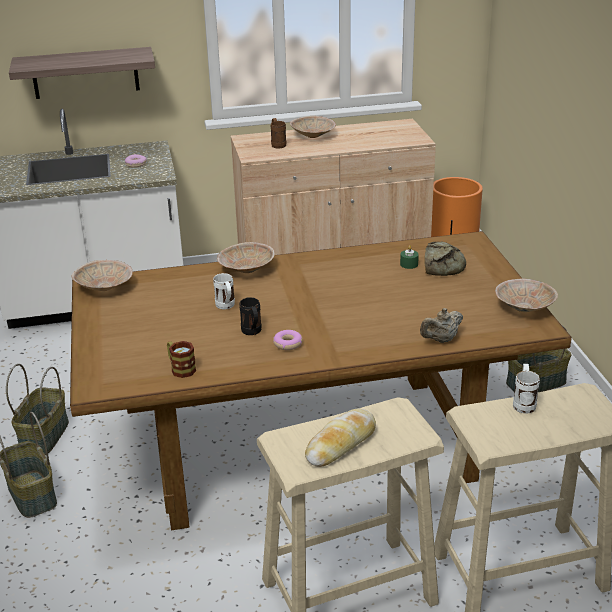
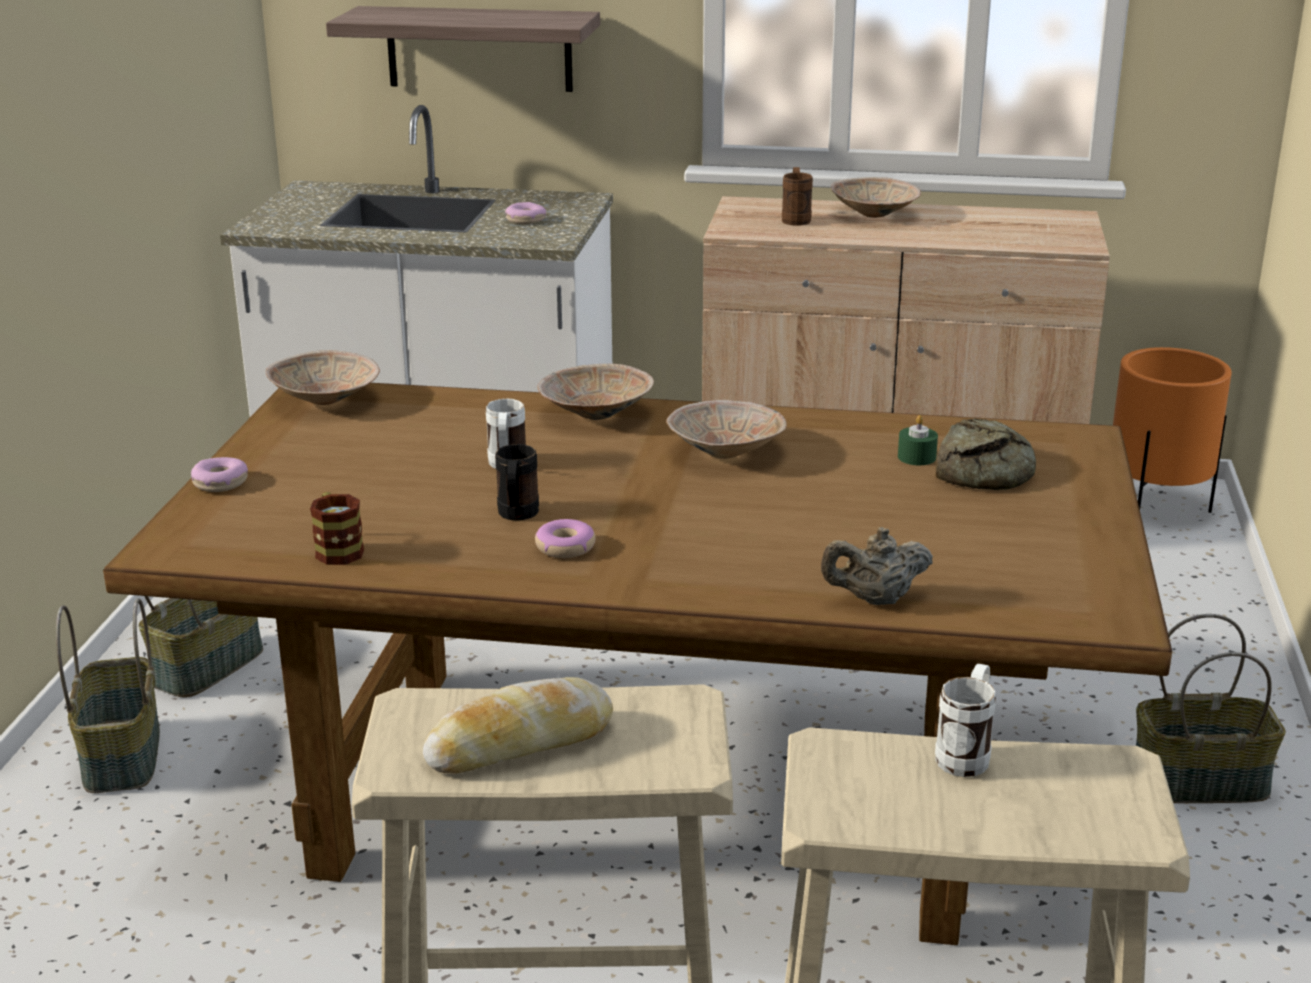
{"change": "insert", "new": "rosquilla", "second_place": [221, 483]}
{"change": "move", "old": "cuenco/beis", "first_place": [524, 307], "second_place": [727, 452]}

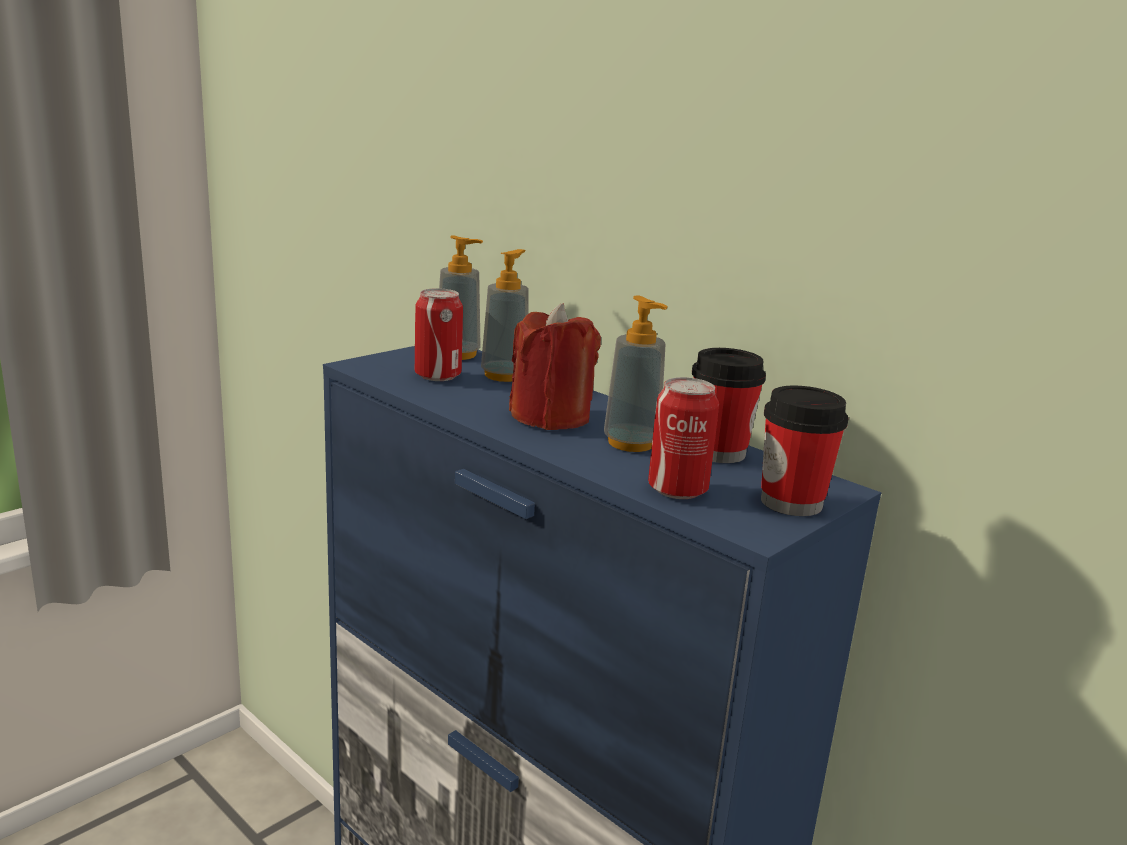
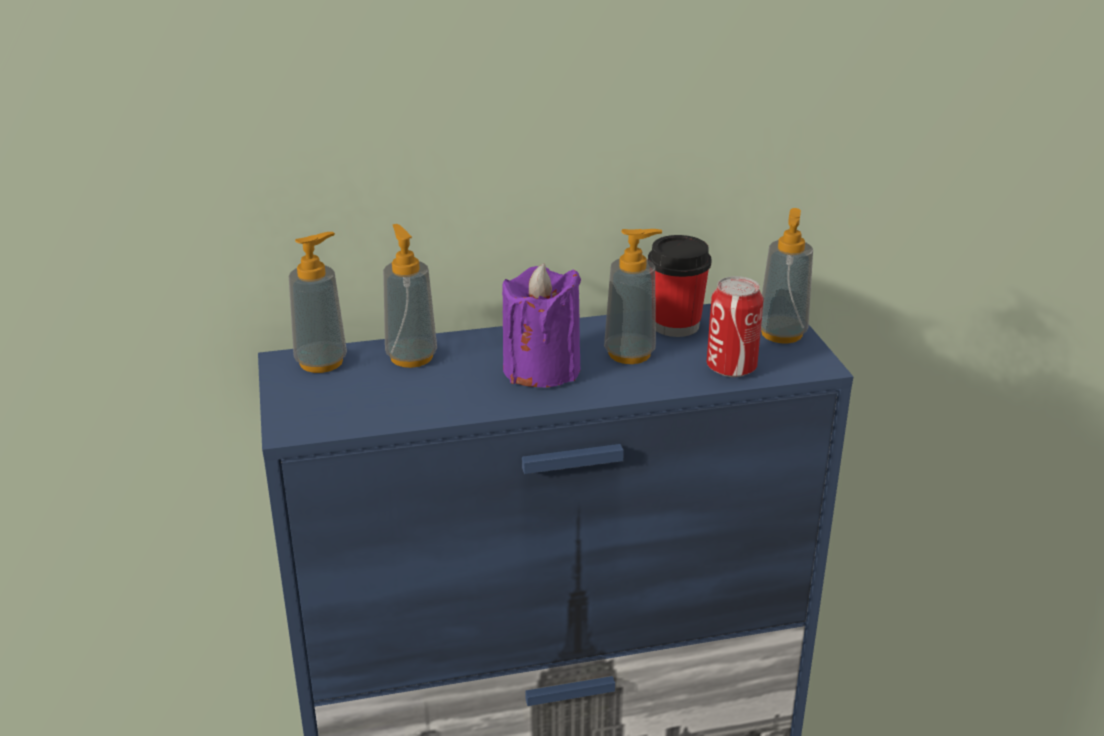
{"change": "delete", "old": "lata", "first_place": [438, 376]}
{"change": "replace", "old": "taza", "new": "dispensador de jabón", "first_place": [791, 502], "second_place": [781, 334]}
{"change": "recolor", "old": "vela/rojo", "new": "vela/morado", "first_place": [550, 417], "second_place": [541, 369]}

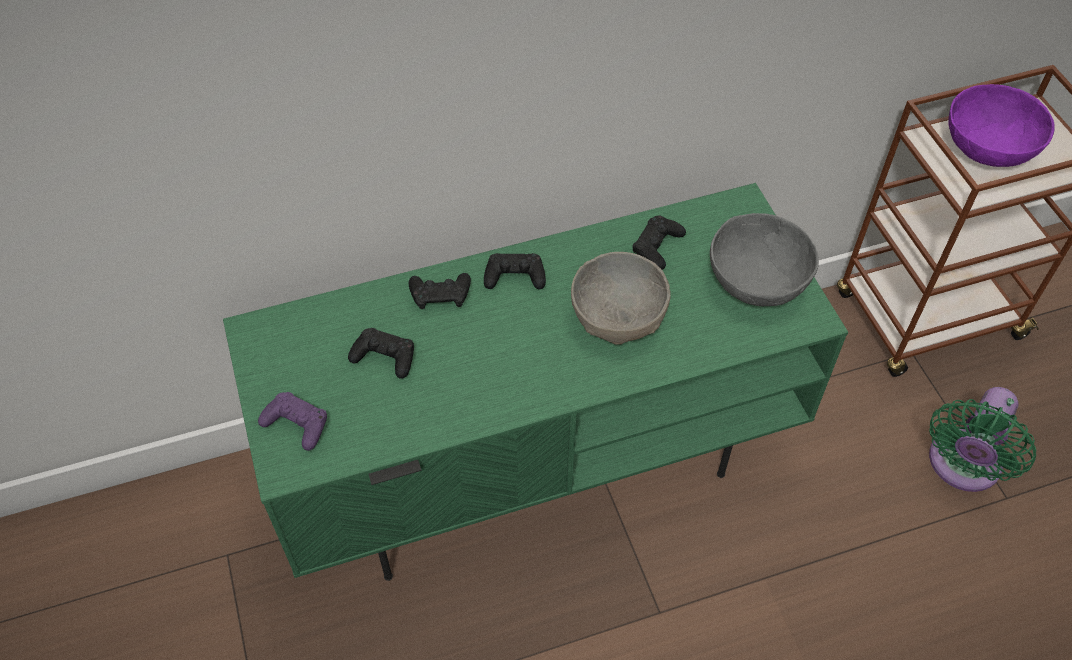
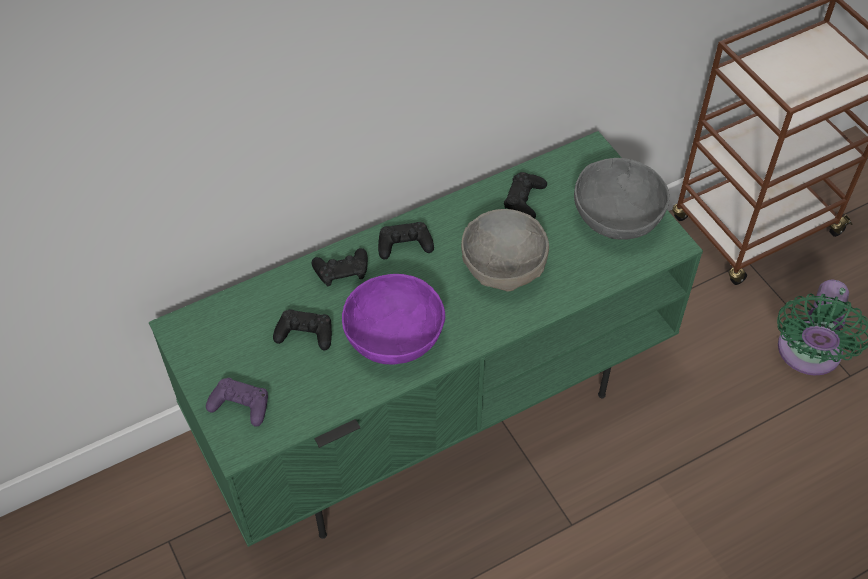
{"change": "move", "old": "cuenco/morado", "first_place": [987, 147], "second_place": [394, 337]}

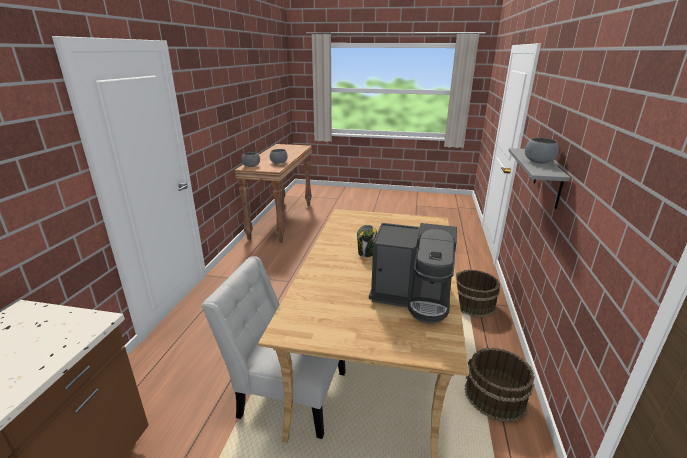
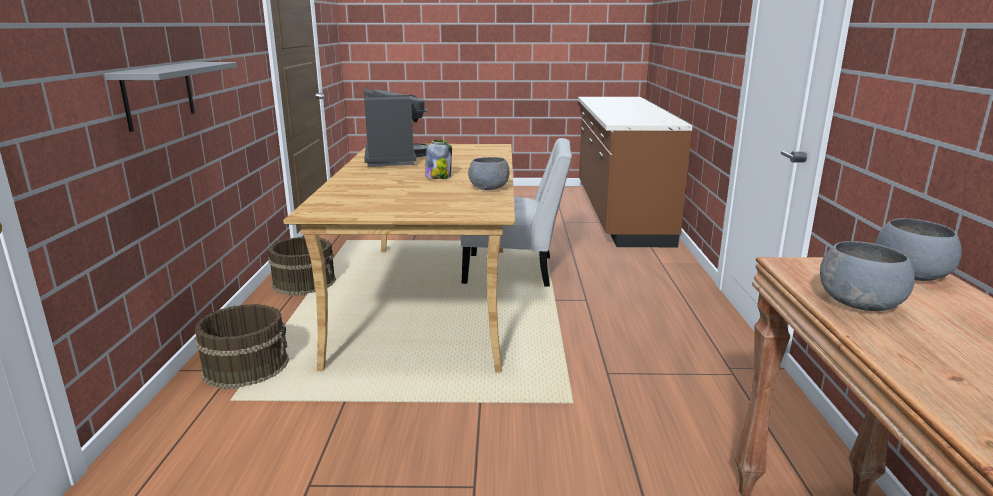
{"change": "move", "old": "cuenco/gris", "first_place": [539, 162], "second_place": [489, 188]}
{"change": "rotate", "old": "cafetera", "first_place": [412, 297], "second_place": [393, 158], "degrees": 75}

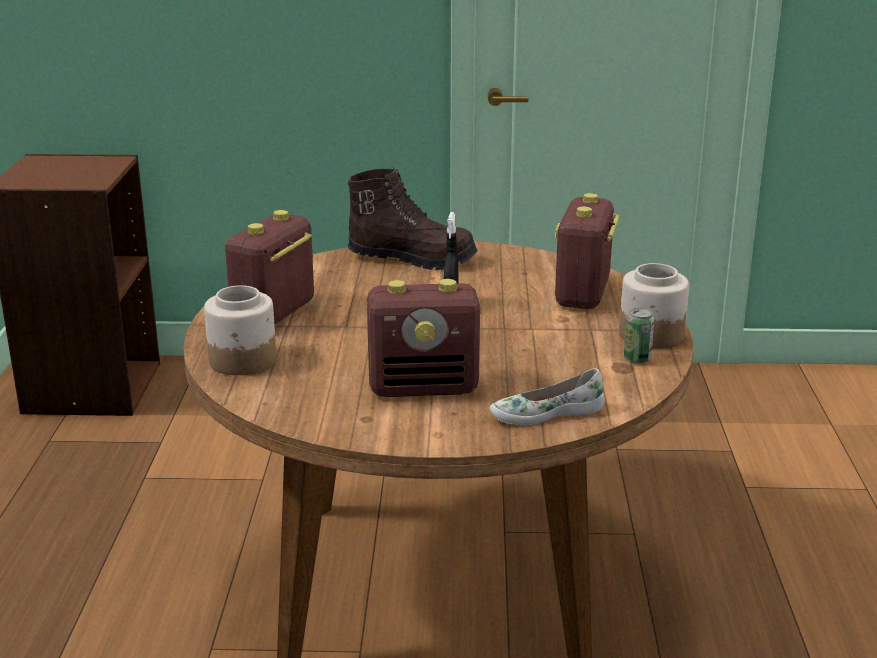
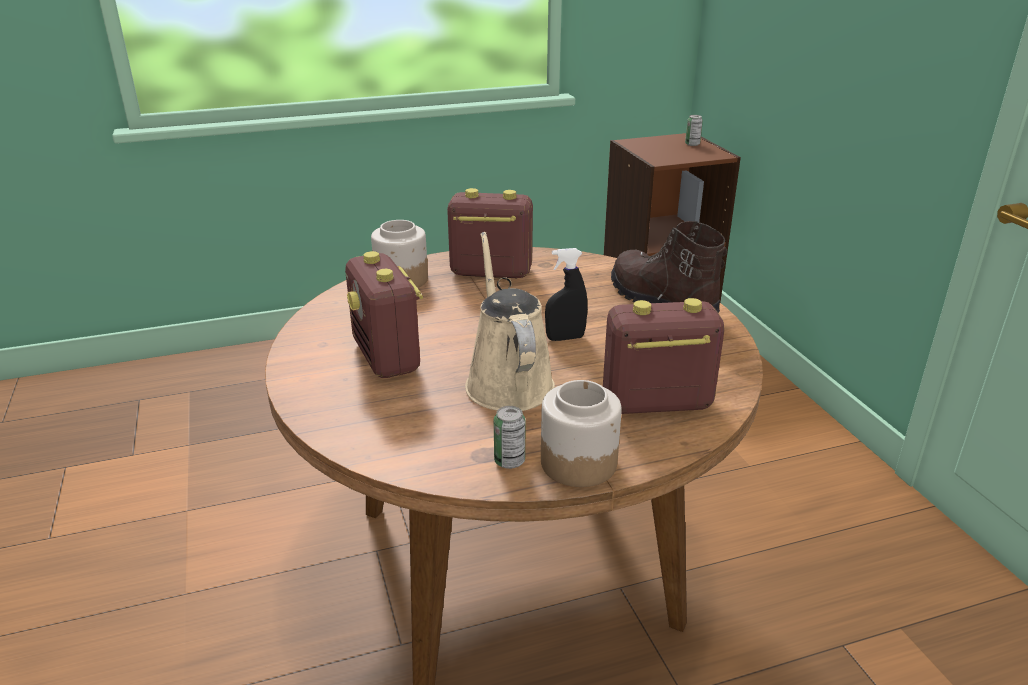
{"change": "delete", "old": "zapato/blanco", "first_place": [546, 413]}
{"change": "insert", "new": "regadera/beis", "second_place": [507, 381]}
{"change": "insert", "new": "lata", "second_place": [692, 144]}
{"change": "rotate", "old": "bota/marrón", "first_place": [412, 258], "second_place": [660, 301], "degrees": 150}

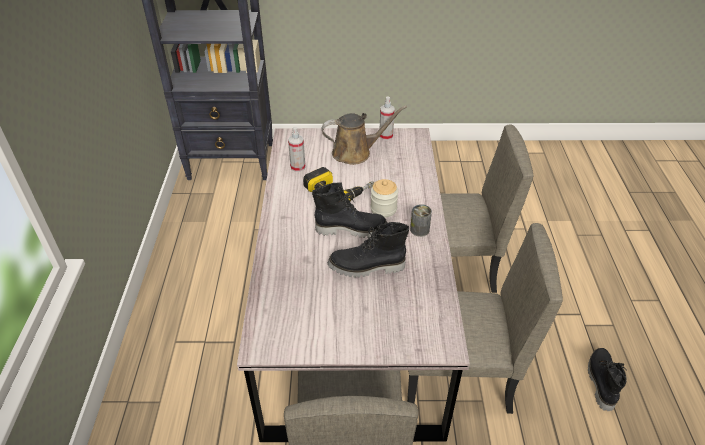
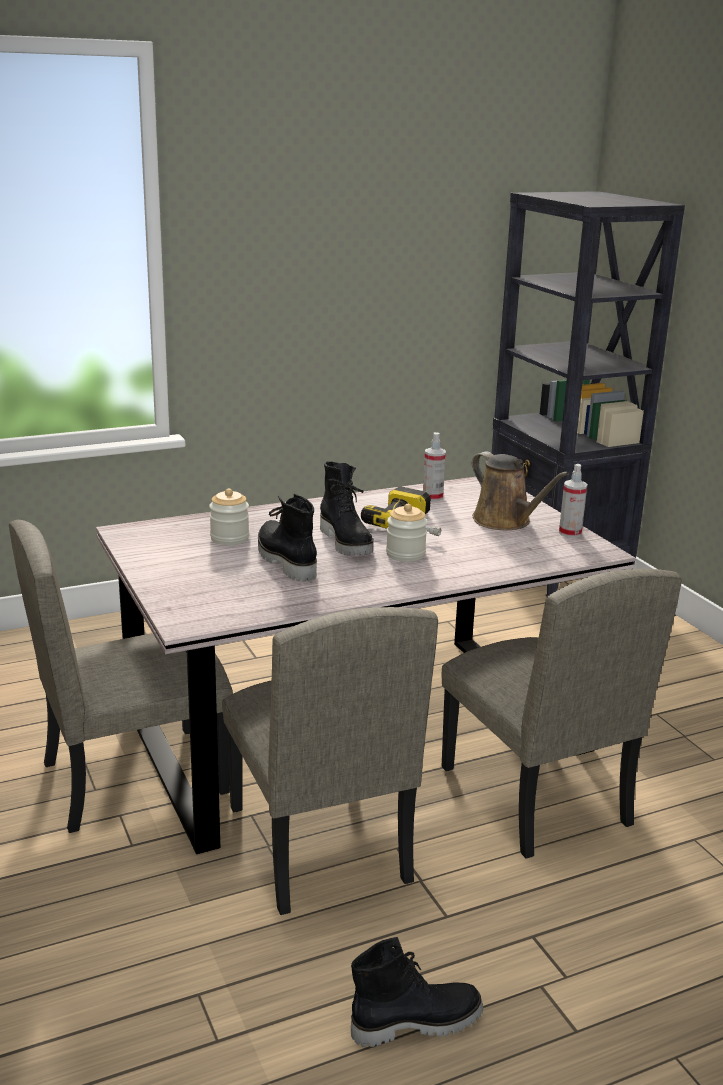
{"change": "delete", "old": "lata", "first_place": [419, 230]}
{"change": "insert", "new": "tarro", "second_place": [229, 538]}

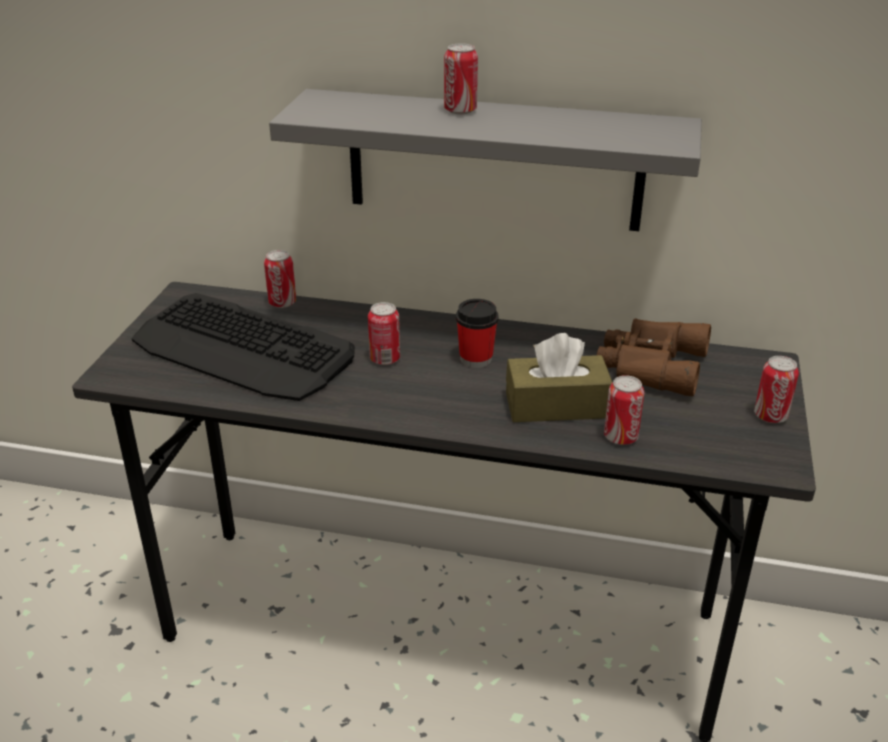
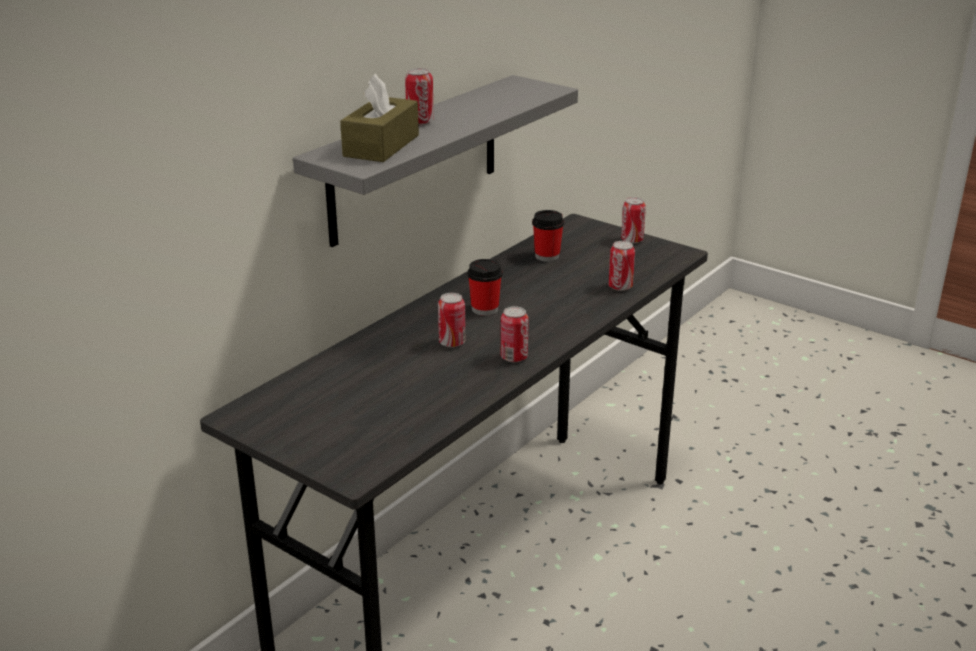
{"change": "delete", "old": "teclado", "first_place": [243, 349]}
{"change": "move", "old": "lata", "first_place": [282, 303], "second_place": [514, 357]}
{"change": "move", "old": "caja de pañuelos/marrón", "first_place": [556, 405], "second_place": [381, 146]}
{"change": "replace", "old": "prismáticos/marrón", "new": "taza", "first_place": [649, 365], "second_place": [547, 256]}

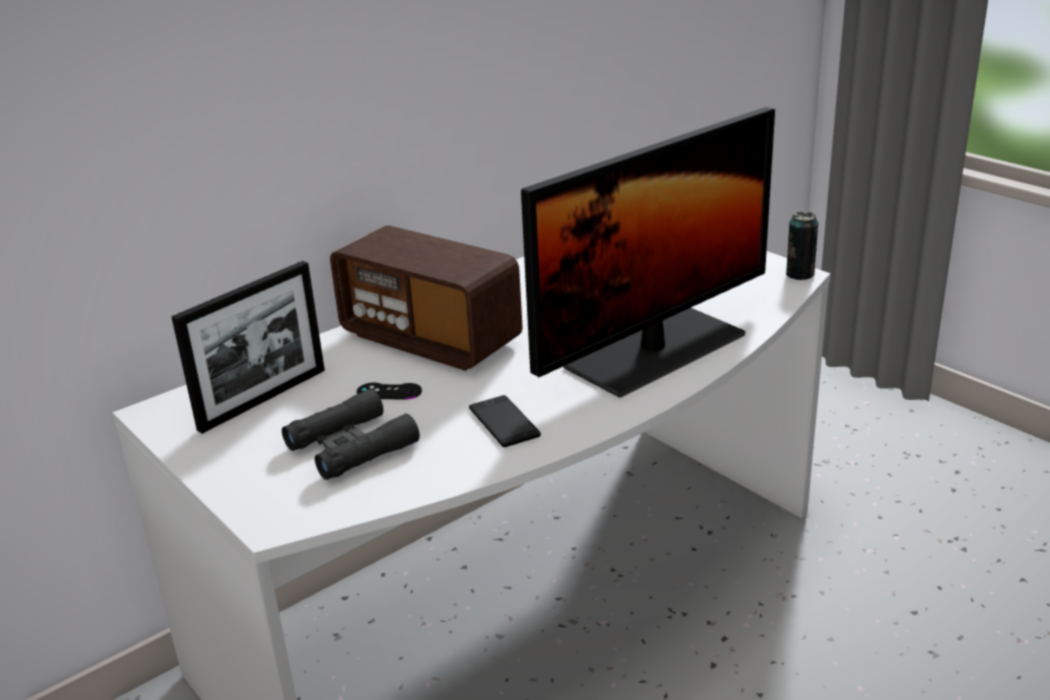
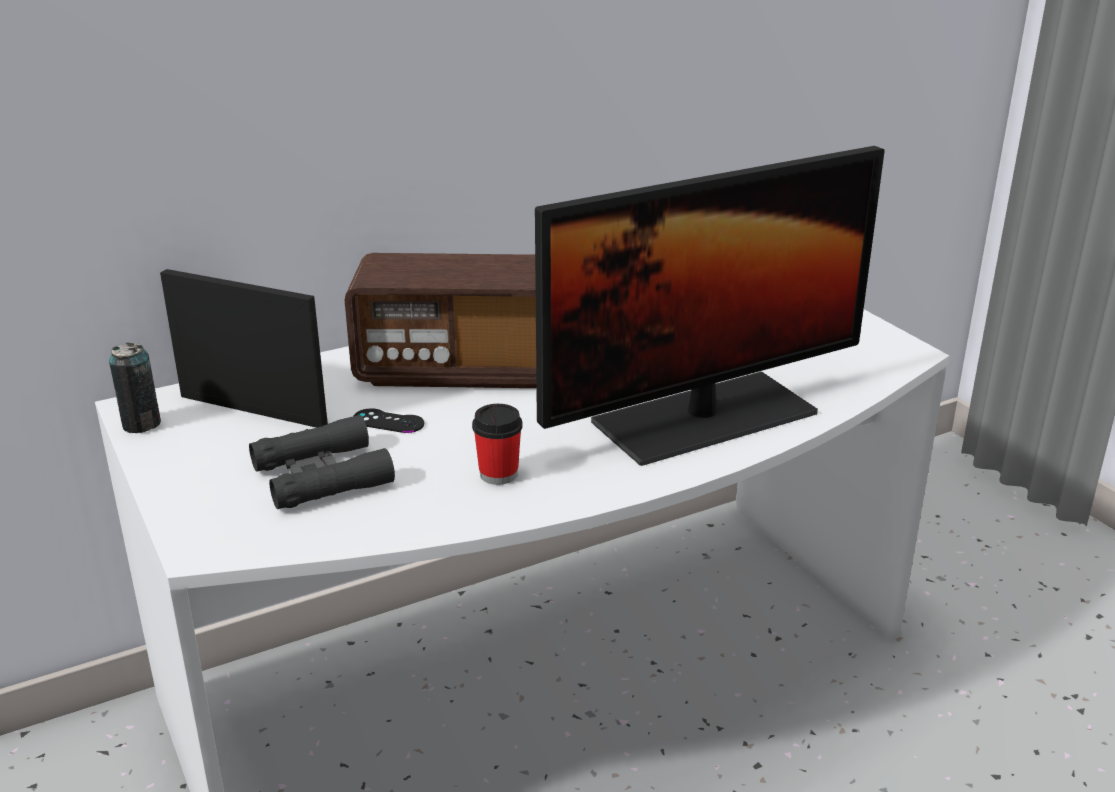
{"change": "move", "old": "lata", "first_place": [800, 274], "second_place": [141, 424]}
{"change": "replace", "old": "móvil", "new": "taza", "first_place": [504, 422], "second_place": [498, 474]}
{"change": "rotate", "old": "portarretratos", "first_place": [263, 399], "second_place": [253, 410], "degrees": -120}
{"change": "rotate", "old": "radio", "first_place": [431, 339], "second_place": [458, 369], "degrees": -45}

